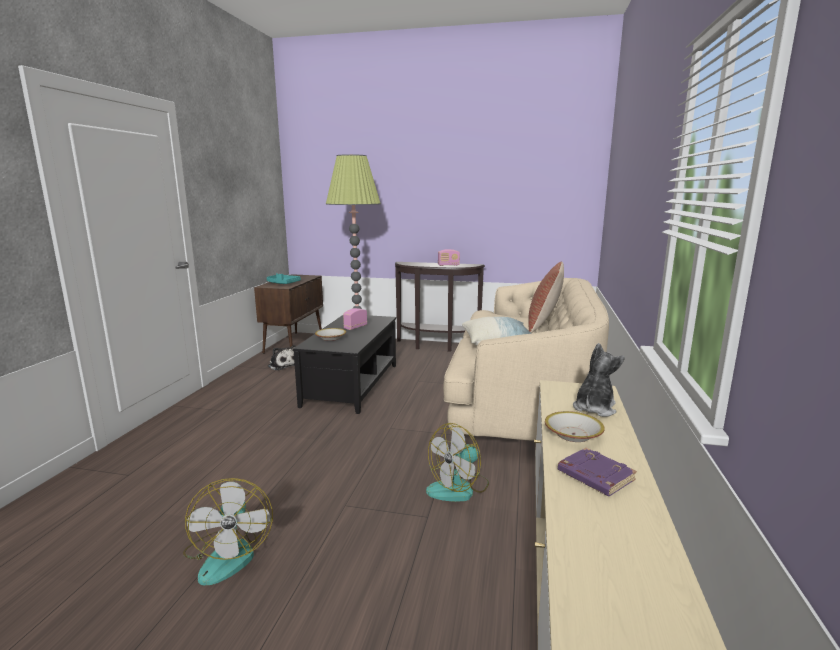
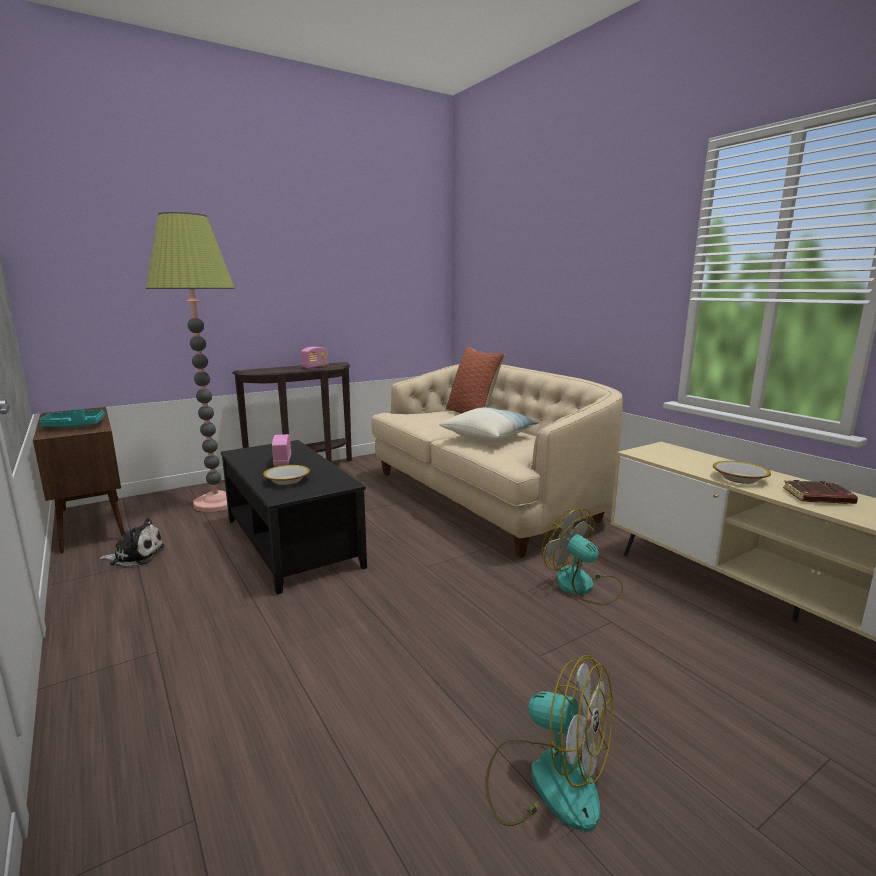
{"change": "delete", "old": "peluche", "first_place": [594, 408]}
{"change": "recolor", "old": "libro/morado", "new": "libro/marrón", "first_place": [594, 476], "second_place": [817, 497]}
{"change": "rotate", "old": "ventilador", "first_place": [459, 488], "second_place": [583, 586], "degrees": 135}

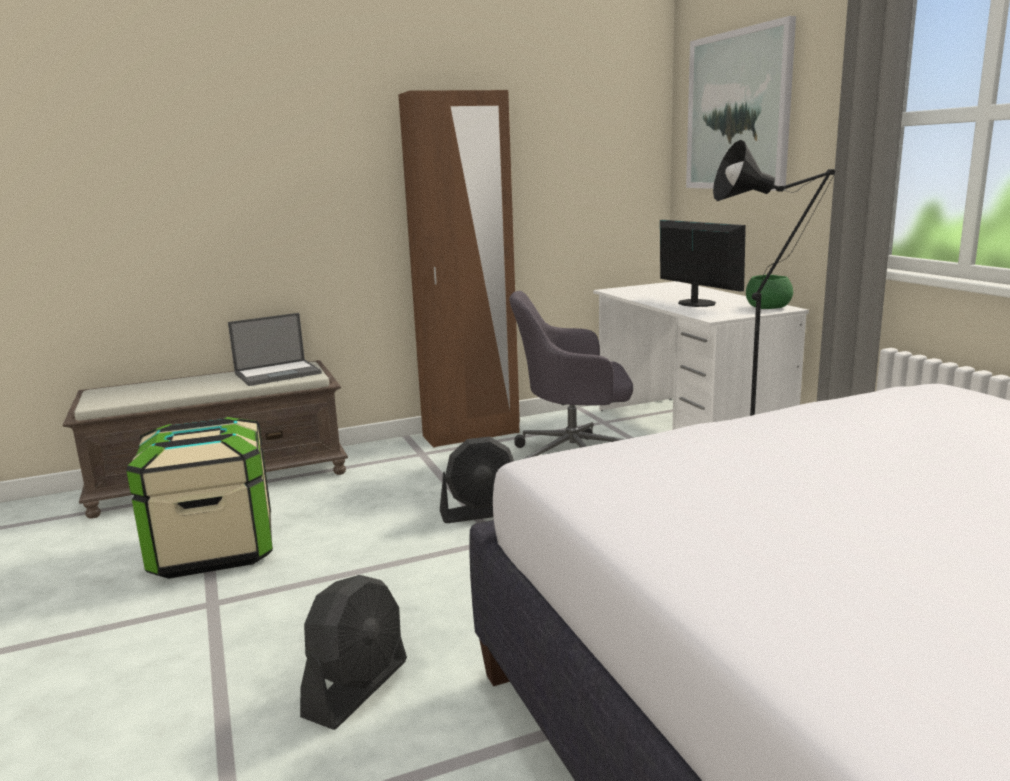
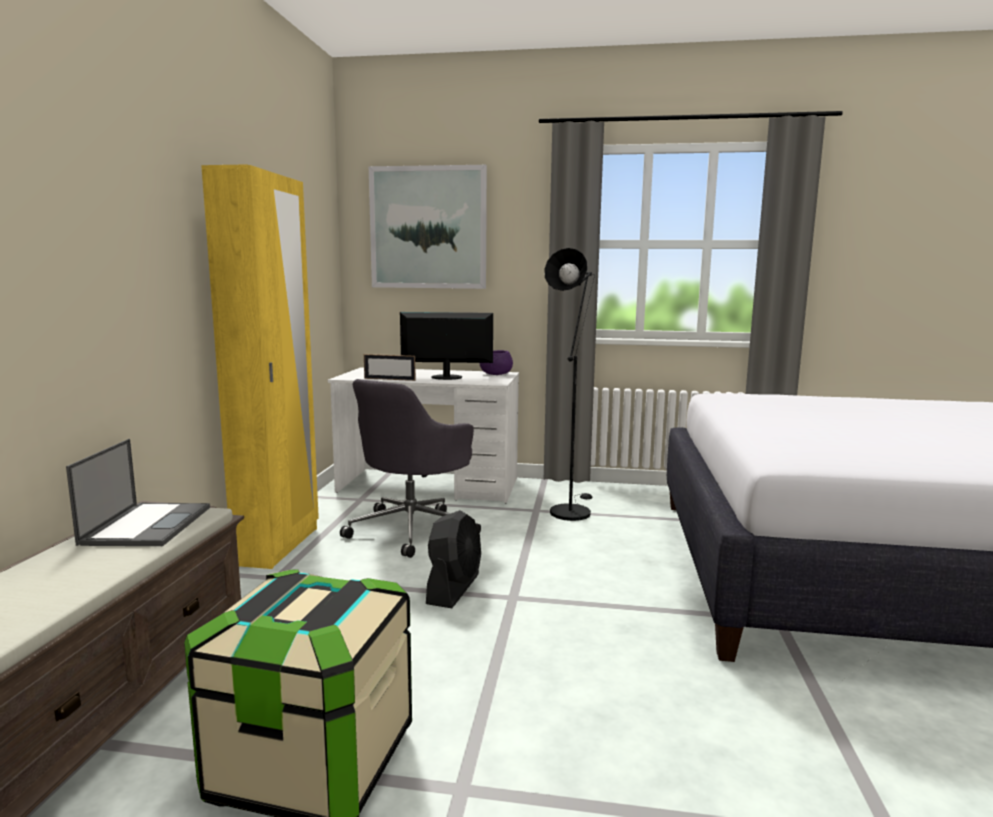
{"change": "delete", "old": "ventilador/negro", "first_place": [357, 688]}
{"change": "insert", "new": "portarretratos", "second_place": [389, 379]}
{"change": "recolor", "old": "armario ropero/marrón", "new": "armario ropero/amarillo", "first_place": [471, 434], "second_place": [278, 546]}
{"change": "recolor", "old": "cuenco/verde", "new": "cuenco/morado", "first_place": [768, 307], "second_place": [496, 374]}

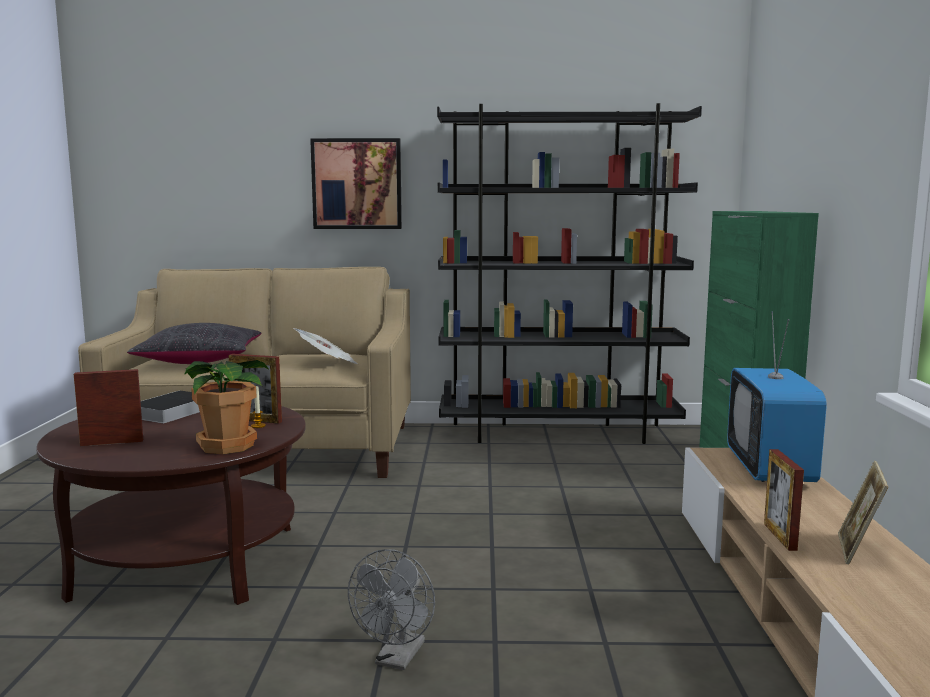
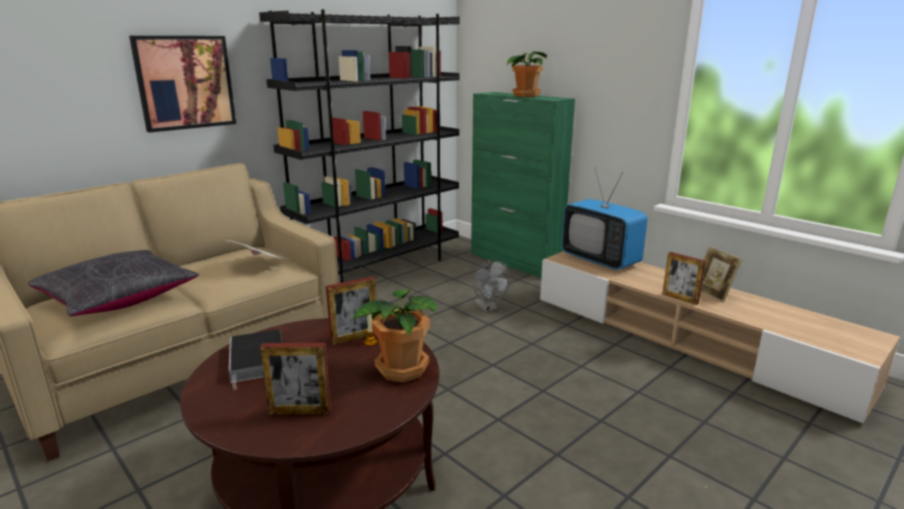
{"change": "insert", "new": "planta en maceta", "second_place": [525, 95]}
{"change": "move", "old": "ventilador/gris", "first_place": [397, 659], "second_place": [489, 308]}
{"change": "rotate", "old": "portarretratos", "first_place": [112, 442], "second_place": [300, 412], "degrees": -120}

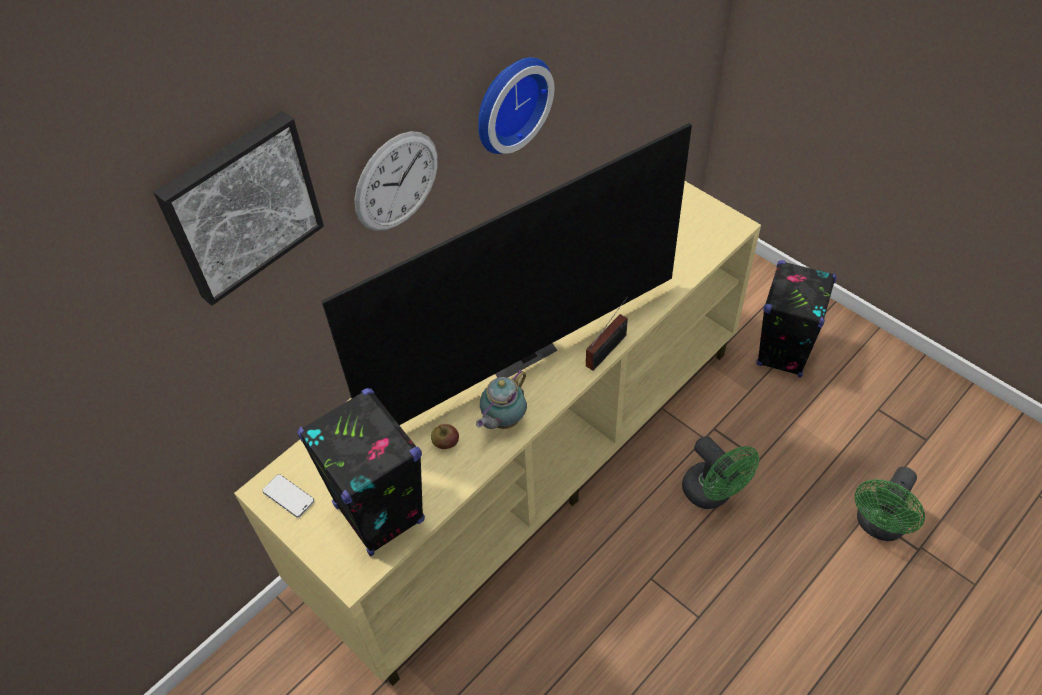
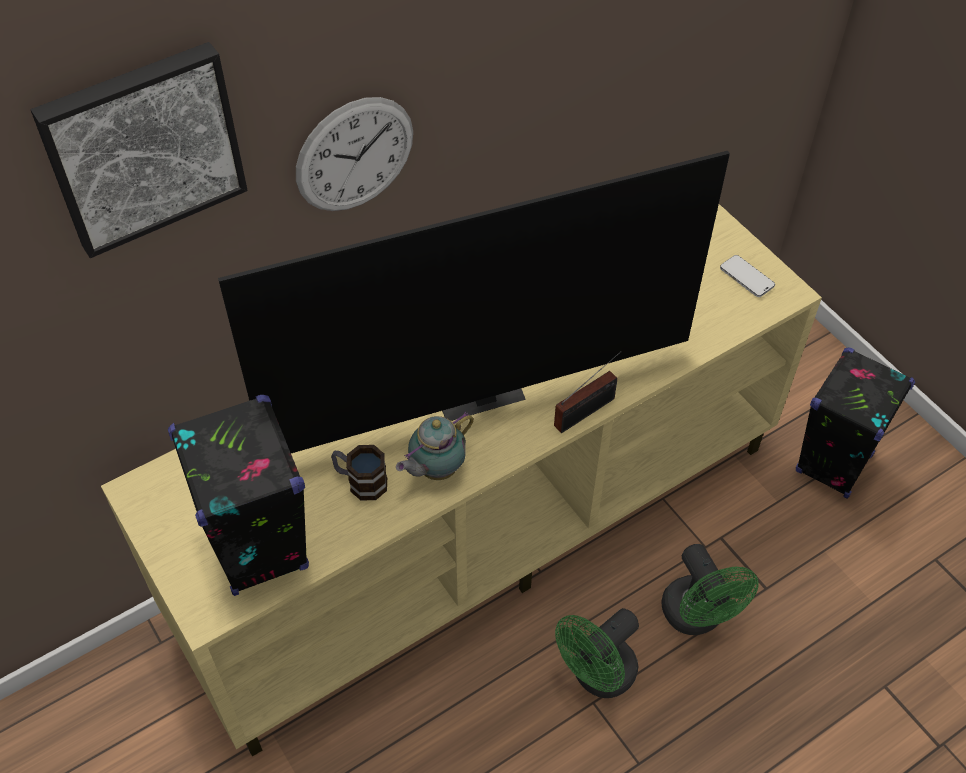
{"change": "delete", "old": "reloj de pared", "first_place": [508, 102]}
{"change": "move", "old": "móvil", "first_place": [288, 496], "second_place": [746, 277]}
{"change": "move", "old": "ventilador/verde", "first_place": [878, 526], "second_place": [597, 676]}
{"change": "replace", "old": "manzana", "new": "taza grande", "first_place": [446, 443], "second_place": [360, 481]}

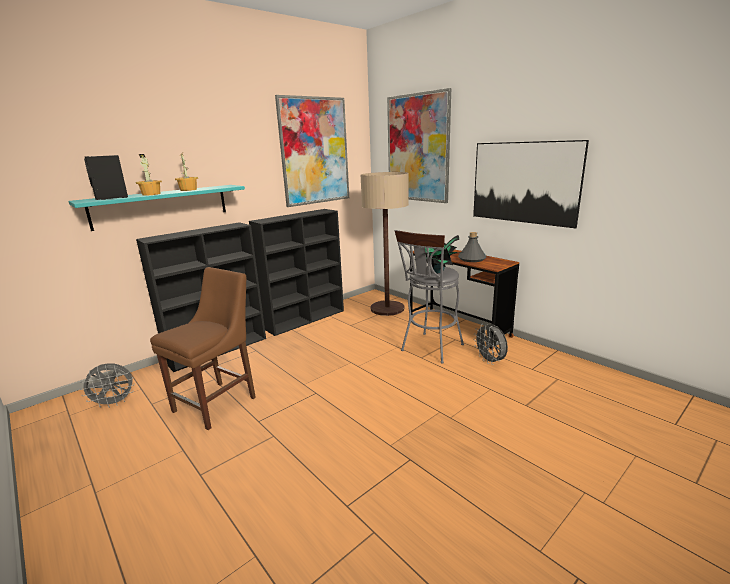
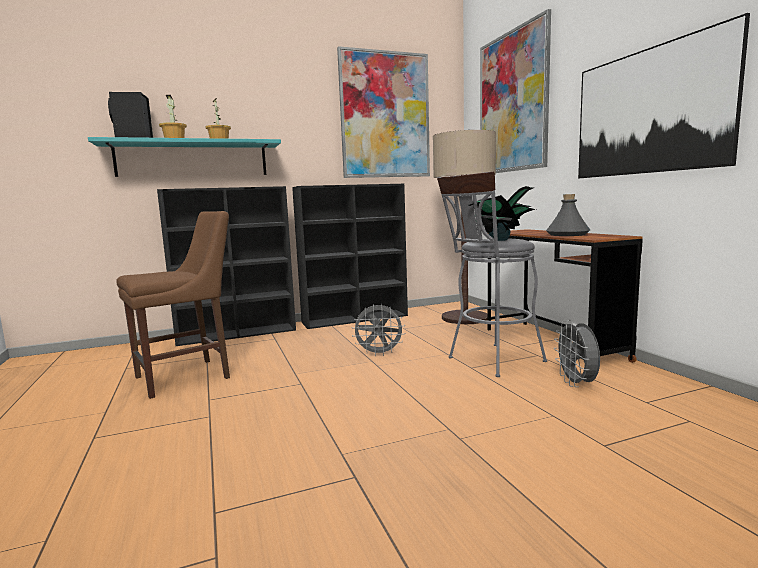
{"change": "move", "old": "ventilador/gris", "first_place": [114, 403], "second_place": [379, 354]}

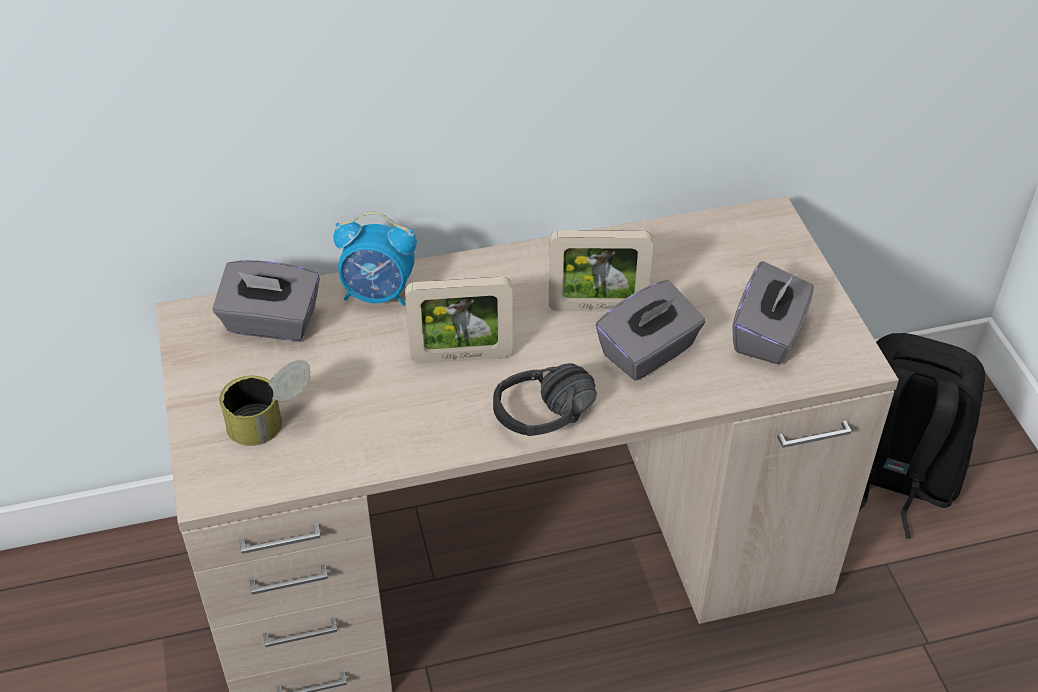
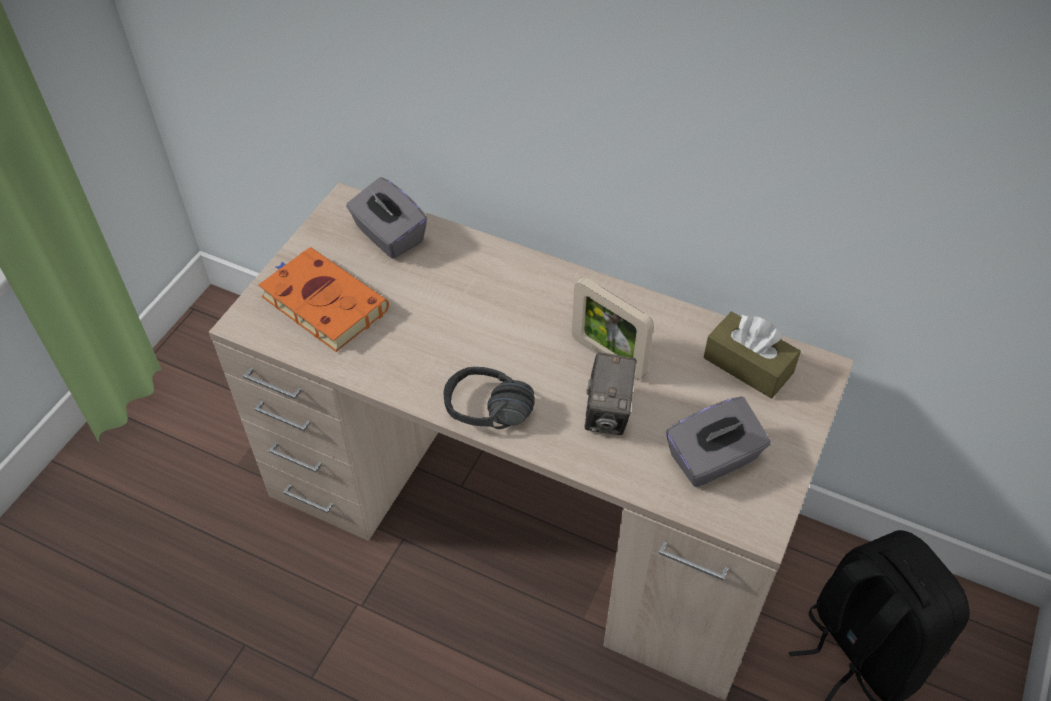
{"change": "delete", "old": "despertador", "first_place": [378, 294]}
{"change": "delete", "old": "portarretratos", "first_place": [461, 356]}
{"change": "insert", "new": "caja de pañuelos/marrón", "second_place": [748, 365]}
{"change": "replace", "old": "lata", "new": "libro/naranja", "first_place": [272, 422], "second_place": [321, 302]}
{"change": "replace", "old": "caja de pañuelos/gris", "new": "cámara", "first_place": [648, 352], "second_place": [608, 413]}

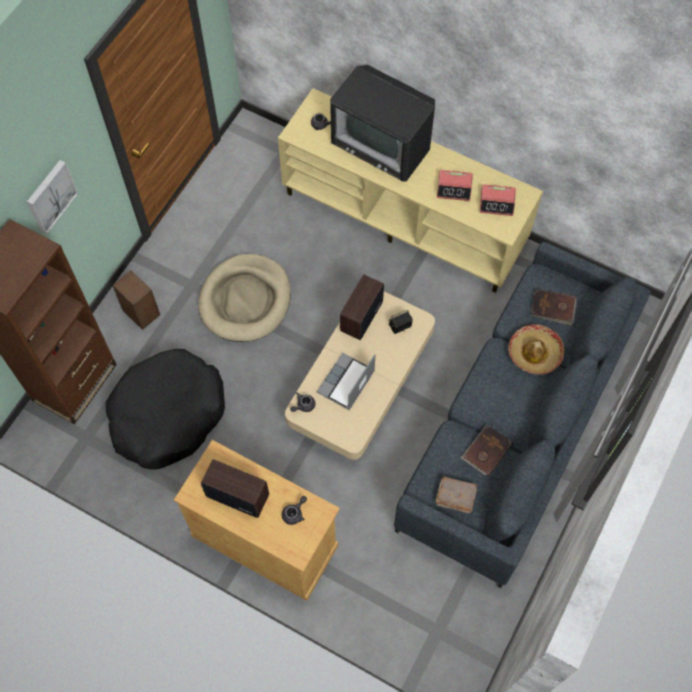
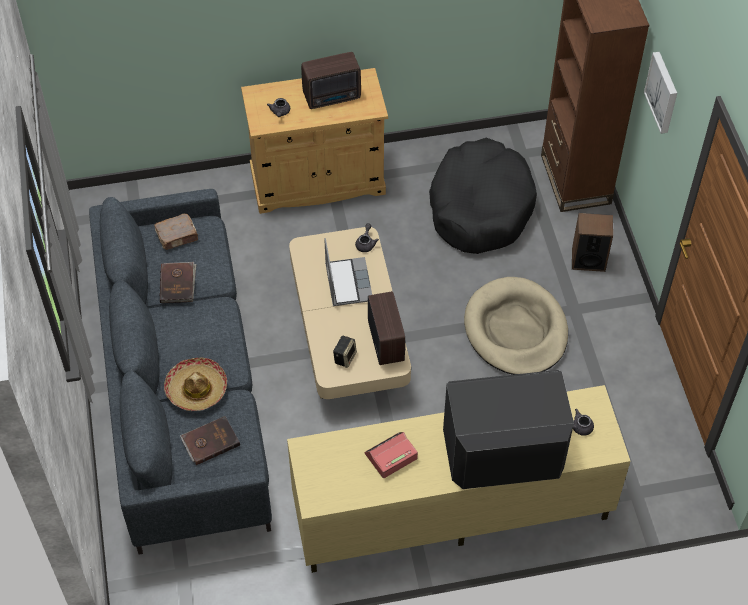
{"change": "delete", "old": "despertador", "first_place": [497, 203]}

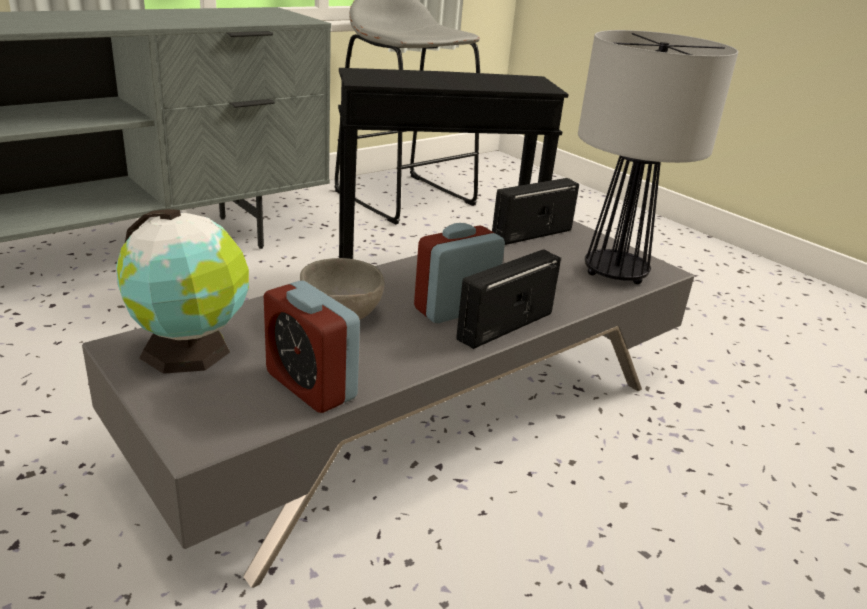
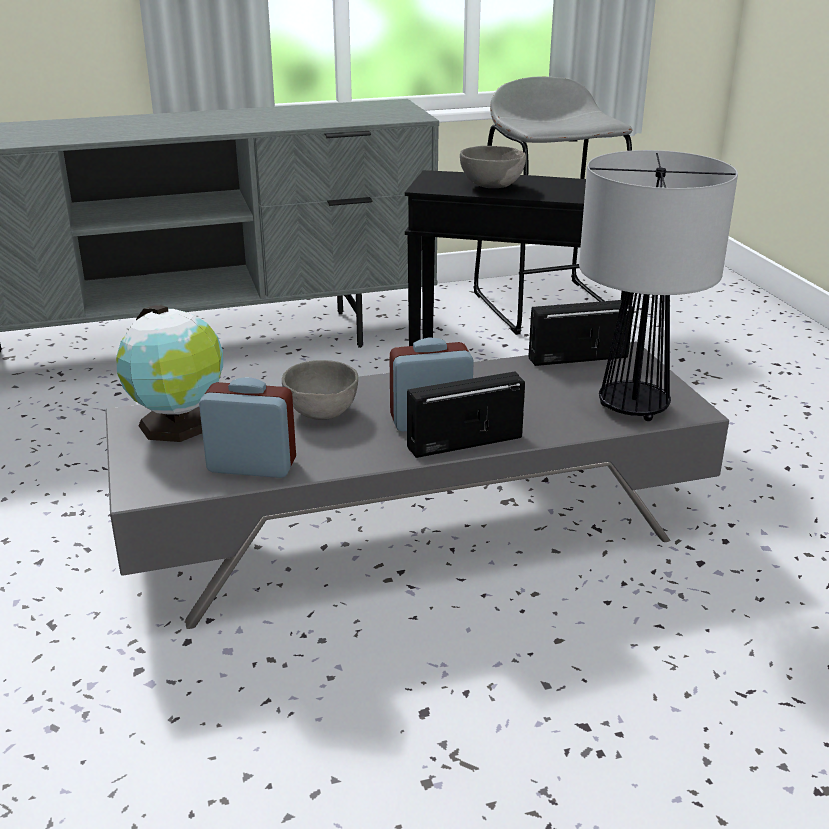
{"change": "insert", "new": "cuenco/gris", "second_place": [492, 187]}
{"change": "rotate", "old": "despertador", "first_place": [310, 385], "second_place": [252, 466], "degrees": 120}

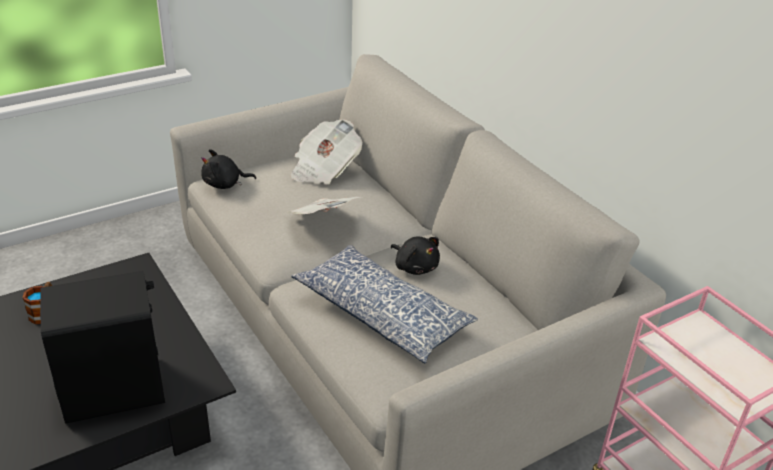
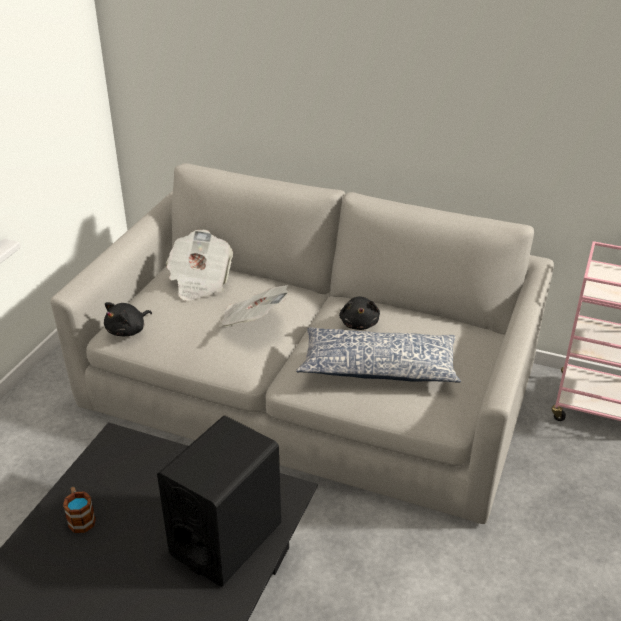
{"change": "rotate", "old": "peluche/negro", "first_place": [415, 266], "second_place": [359, 323], "degrees": 75}

